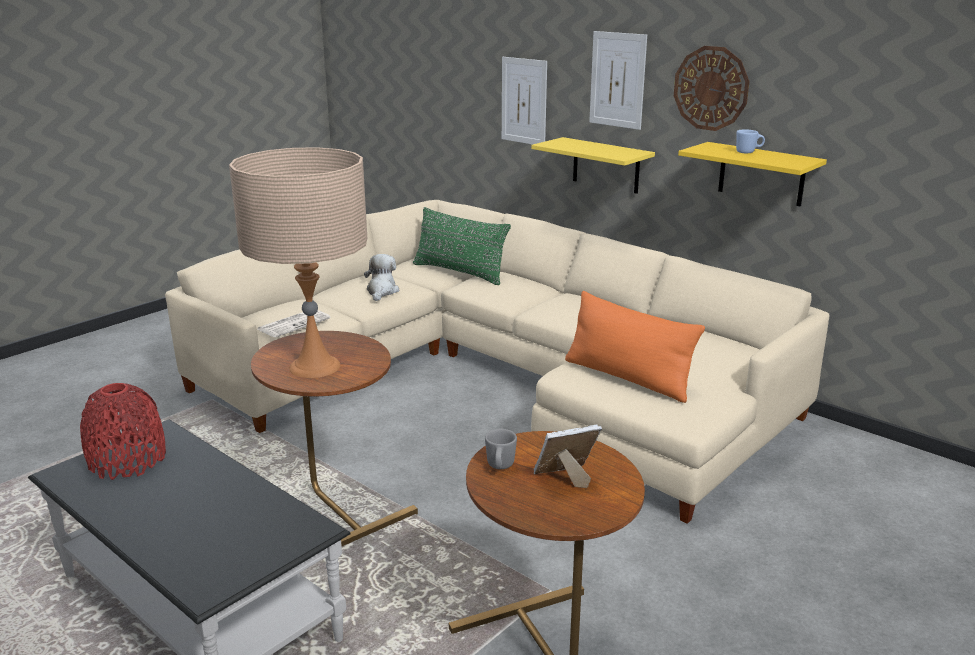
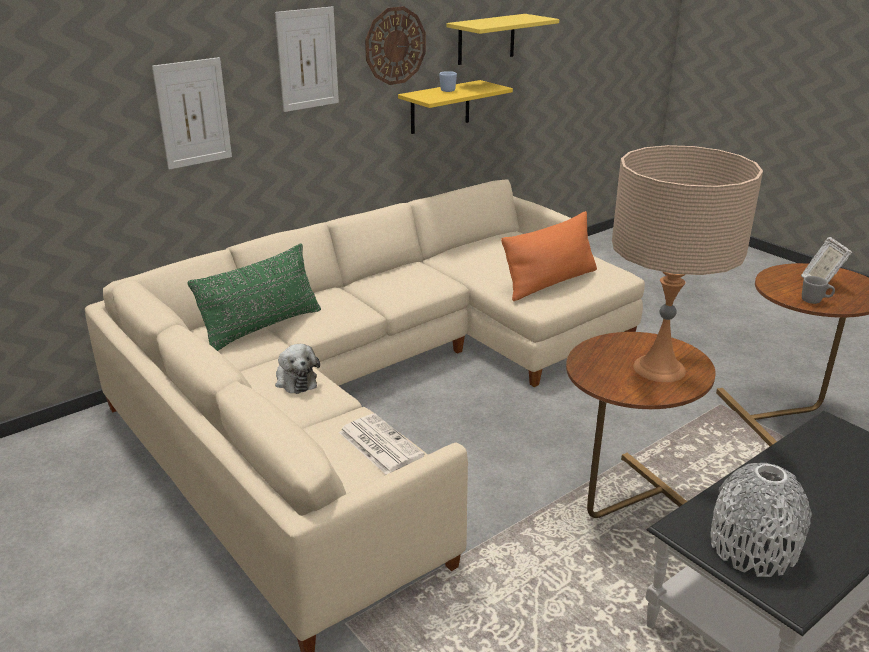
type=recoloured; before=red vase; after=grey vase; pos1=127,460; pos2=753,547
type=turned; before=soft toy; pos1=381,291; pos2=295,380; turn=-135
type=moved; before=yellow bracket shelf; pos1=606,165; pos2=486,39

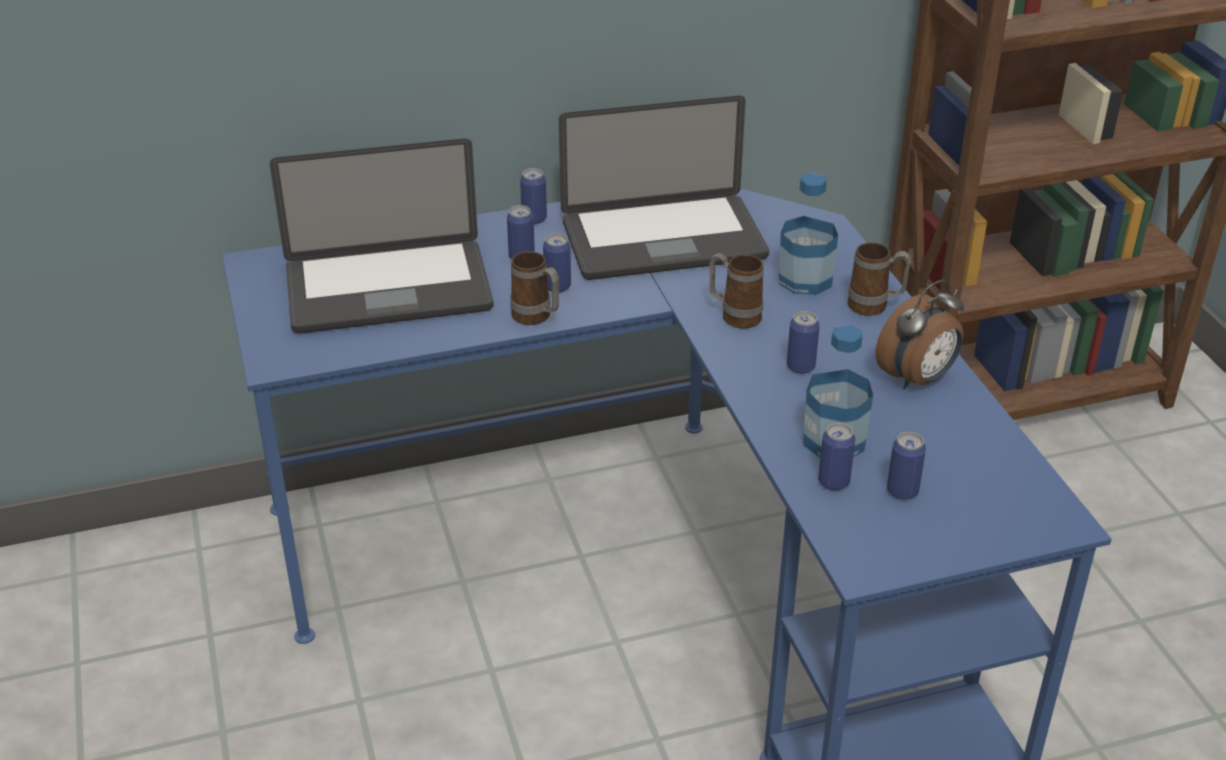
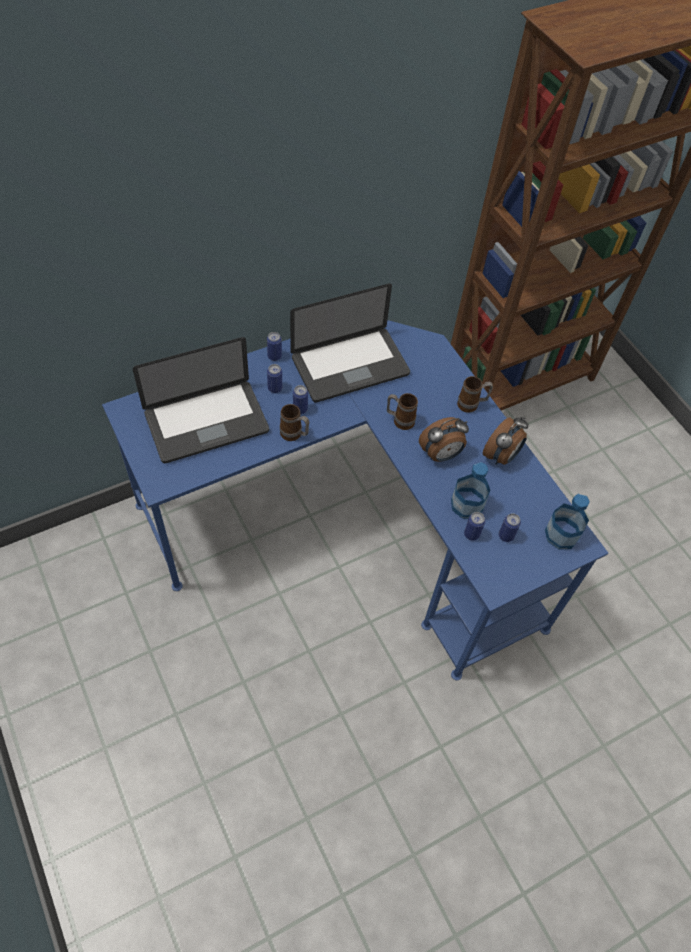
type=moved; before=bottle; pos1=805,279; pos2=561,535
type=replaced; before=can; after=alarm clock; pos1=800,367; pos2=441,454

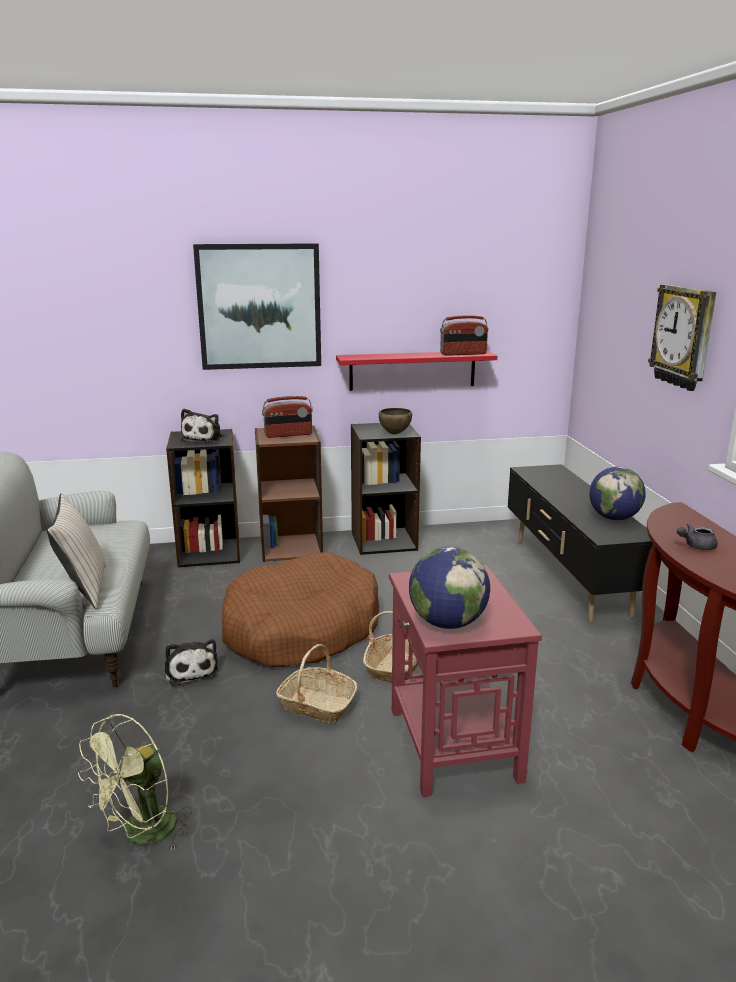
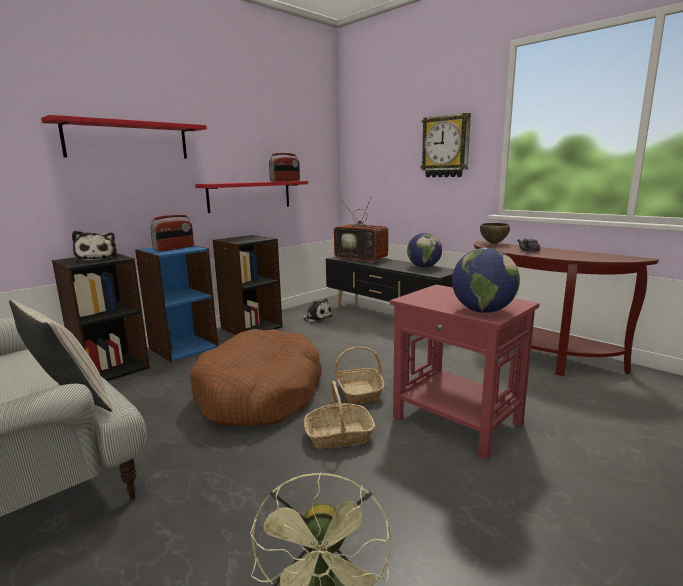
type=moved; before=soft toy; pos1=191,670; pos2=316,318
type=replaced; before=wall picture; after=red bracket shelf; pos1=259,307; pos2=128,140
type=recoloured; before=brown bookcase; after=bluish bookcase; pos1=291,547; pos2=183,347
type=moved; before=brown bowl; pos1=395,434; pos2=494,243
type=added; after=television; pos2=363,259

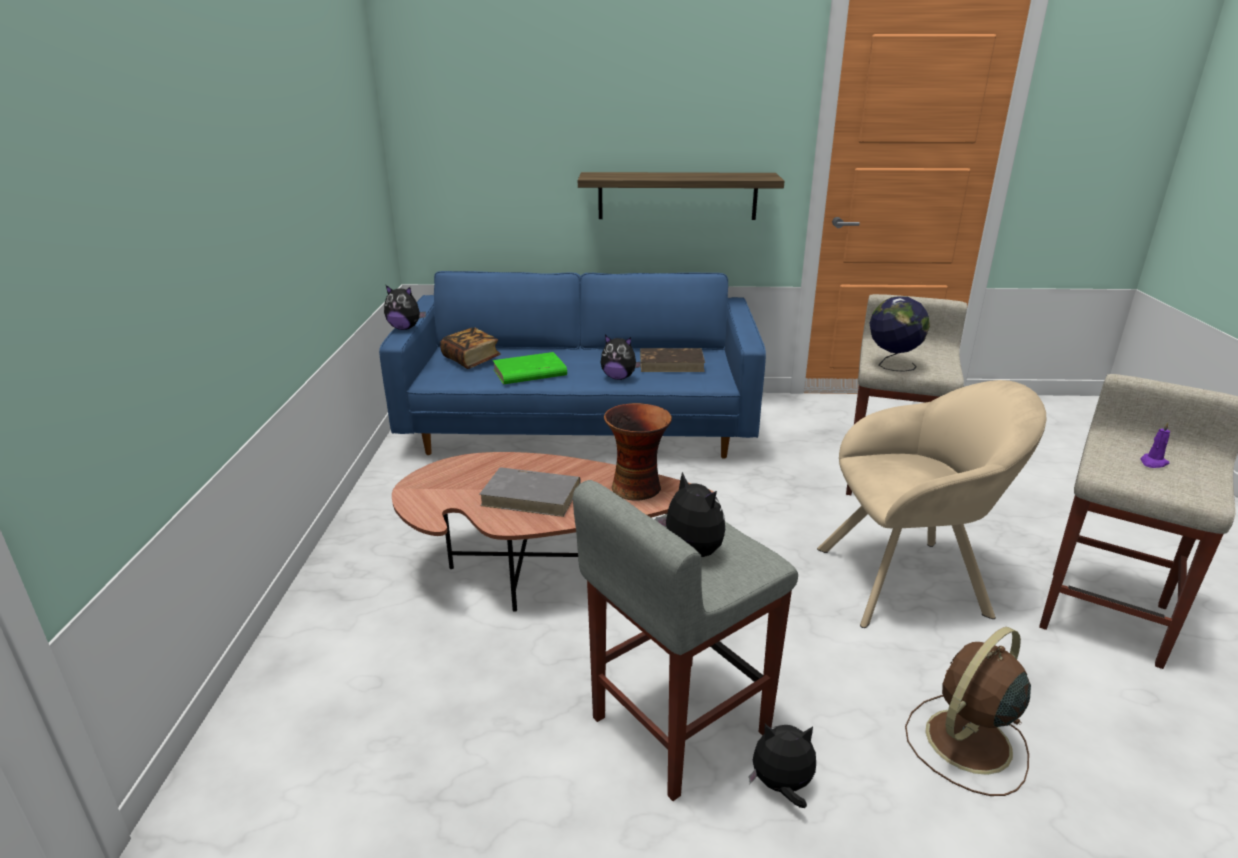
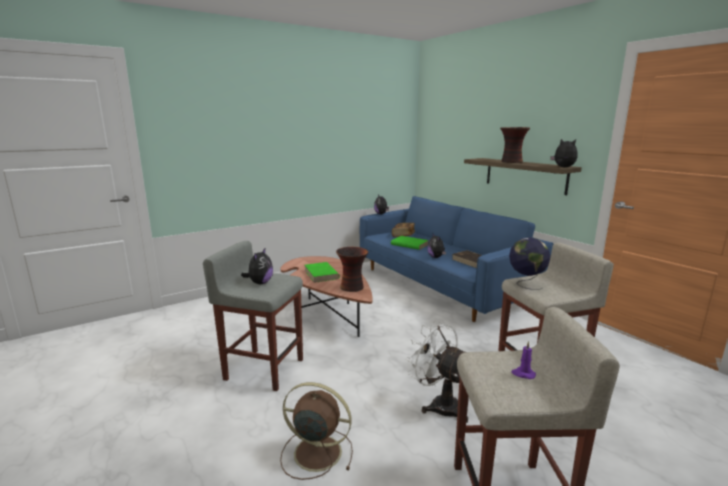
type=recoloured; before=grey book; after=green-coloured book; pos1=532,495; pos2=321,274
type=moved; before=soft toy; pos1=781,787; pos2=563,167
type=replaced; before=beige lounge chair; after=whitish fan; pos1=910,580; pos2=439,404
type=added; after=vase; pos2=511,162

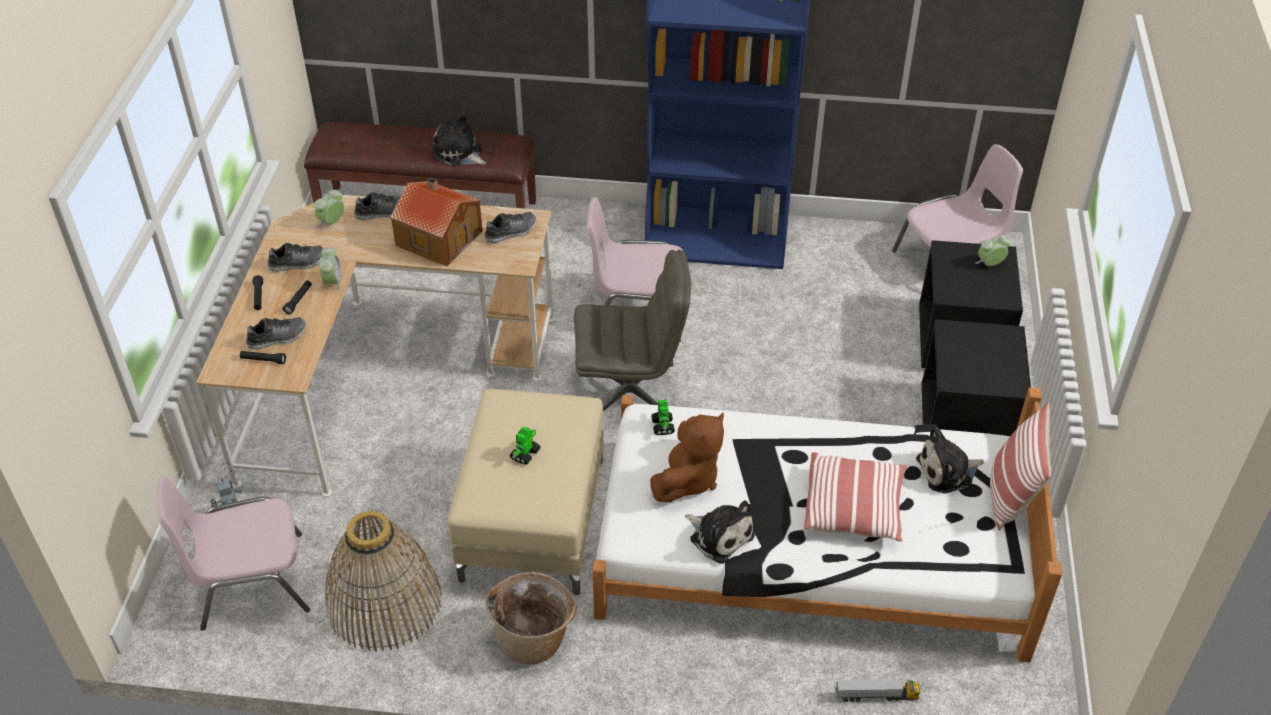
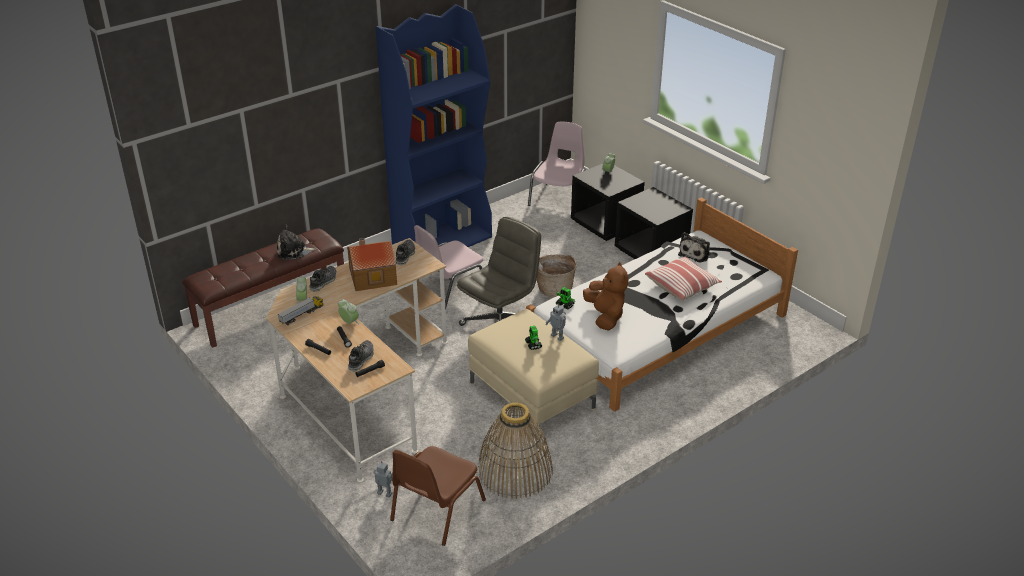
type=recoloured; before=pinkish upright chair; after=brown upright chair; pos1=250,582; pos2=436,510
type=removed; before=item of footwear; pos1=297,263
type=moved; before=storage basket; pos1=534,638; pos2=555,289
type=removed; before=soft toy; pos1=719,535
type=moved; before=toy truck; pos1=876,696; pos2=301,315
type=removed; before=pillow; pos1=1010,494
type=added; after=model robot; pos2=558,336

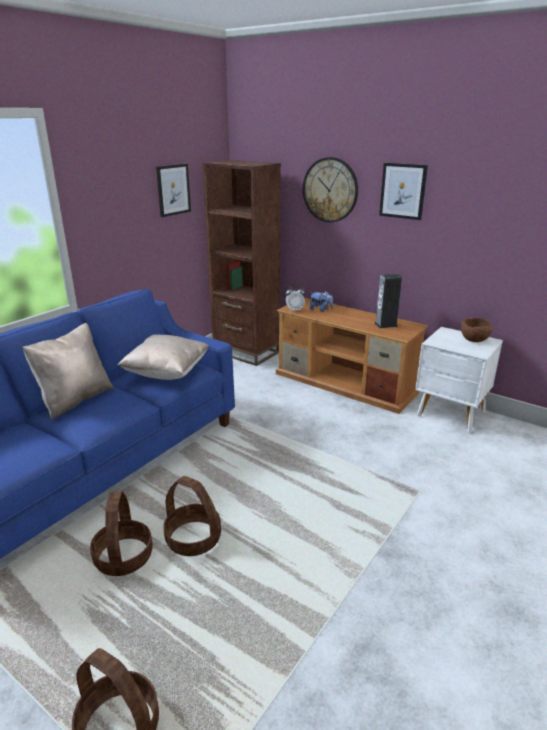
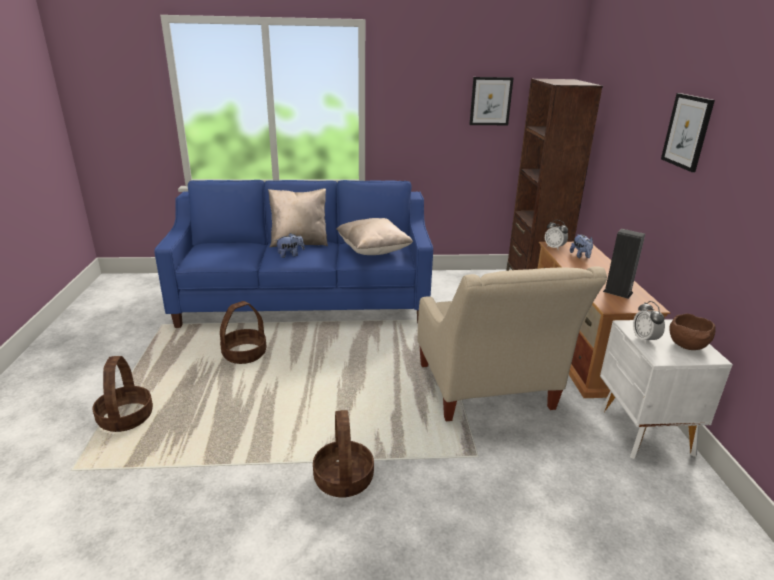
type=moved; before=storage basket; pos1=193,539; pos2=343,478
type=removed; before=hanging clock; pos1=330,190
type=added; after=soft toy; pos2=290,255
type=added; after=beige lounge chair; pos2=488,392
type=added; after=alarm clock; pos2=644,339

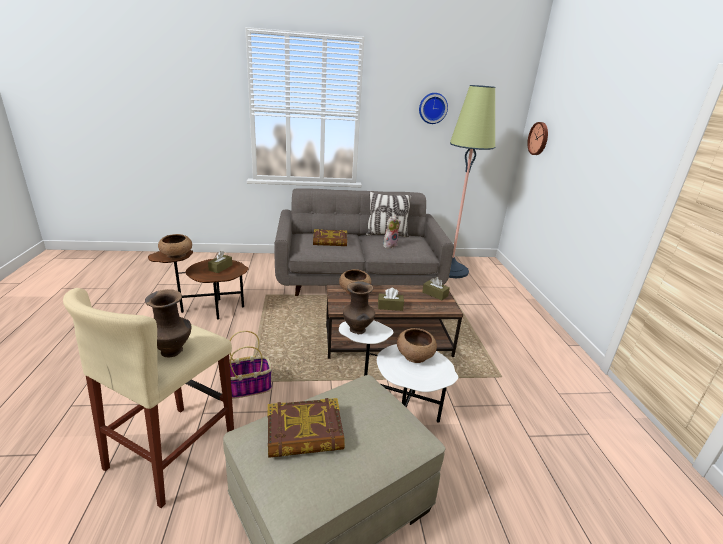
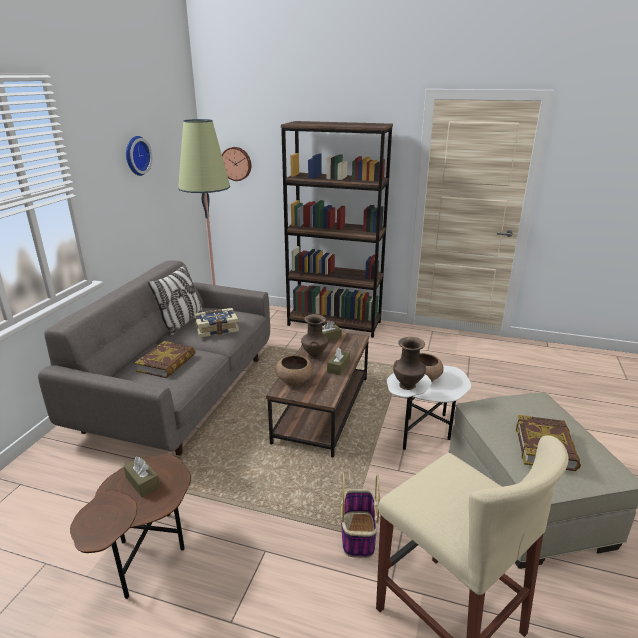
type=moved; before=brown vase; pos1=173,351; pos2=314,355
type=removed; before=brown bowl; pos1=176,255
type=replaced; before=soft toy; after=book; pos1=390,245; pos2=216,328
type=added; after=brown bookcase; pos2=334,323

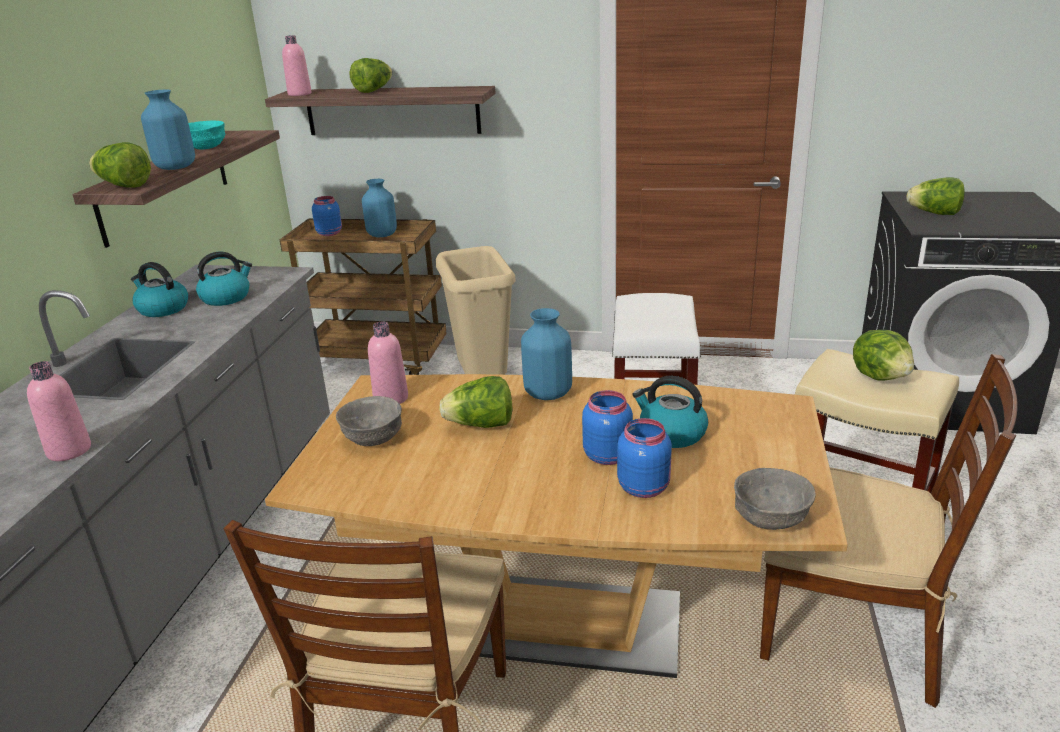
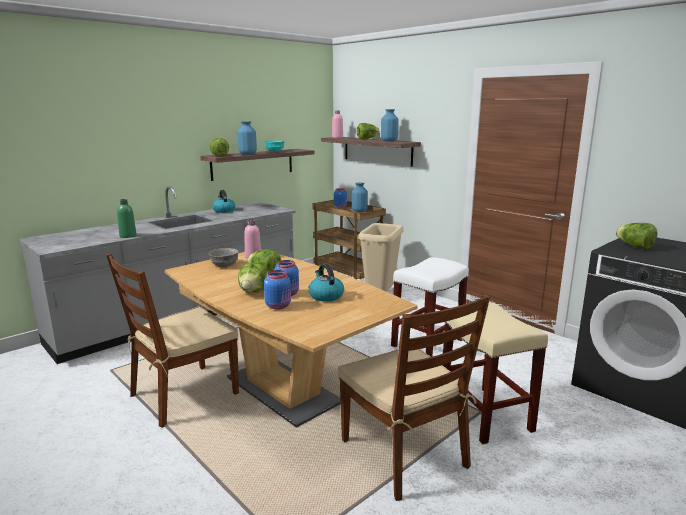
type=recoloured; before=pinkish bottle; after=green-coloured bottle; pos1=69,450; pos2=128,236
type=removed; before=kettle; pos1=226,297
type=moved; before=bluish vase; pos1=548,393; pos2=389,141
type=removed; before=grey bowl; pos1=770,520
type=moved; before=head of lettuce; pos1=881,376; pos2=254,292

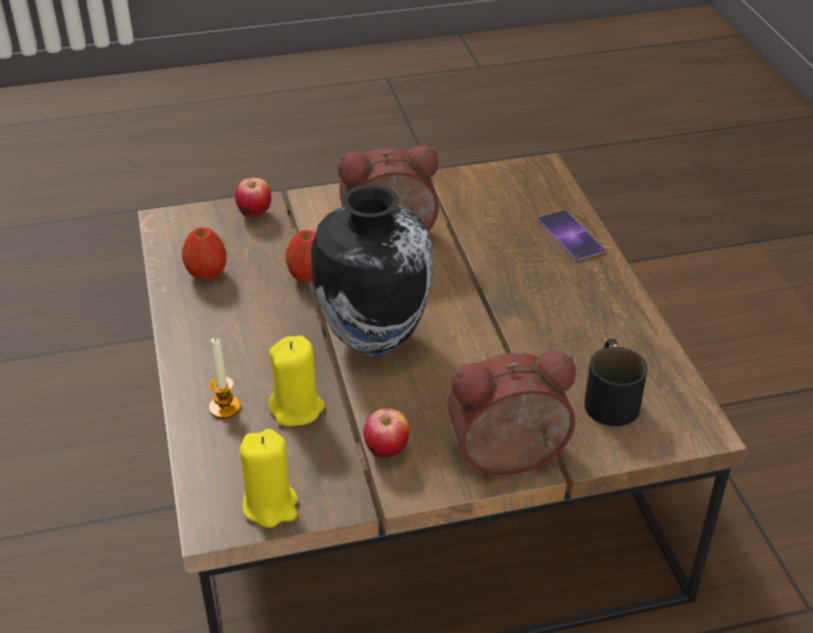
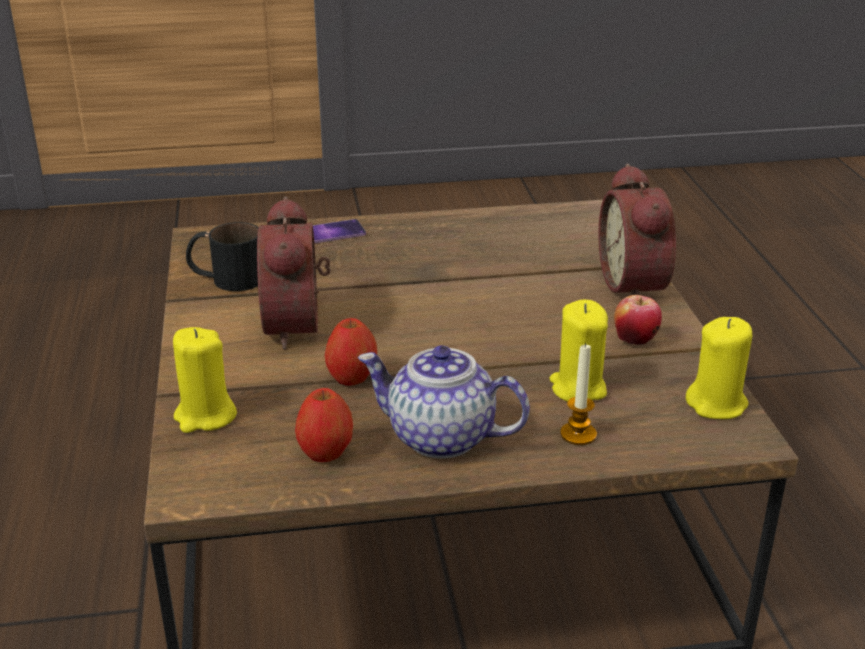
type=replaced; before=whole apple; after=yellow wax candle; pos1=255,214; pos2=205,416
type=removed; before=vase; pos1=374,339
type=moved; before=black-coloured tea mug; pos1=610,396; pos2=226,278
type=added; after=tea pot; pos2=440,437

